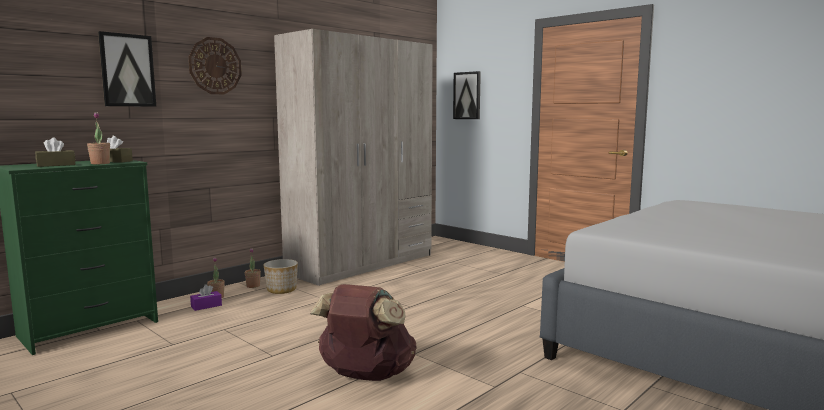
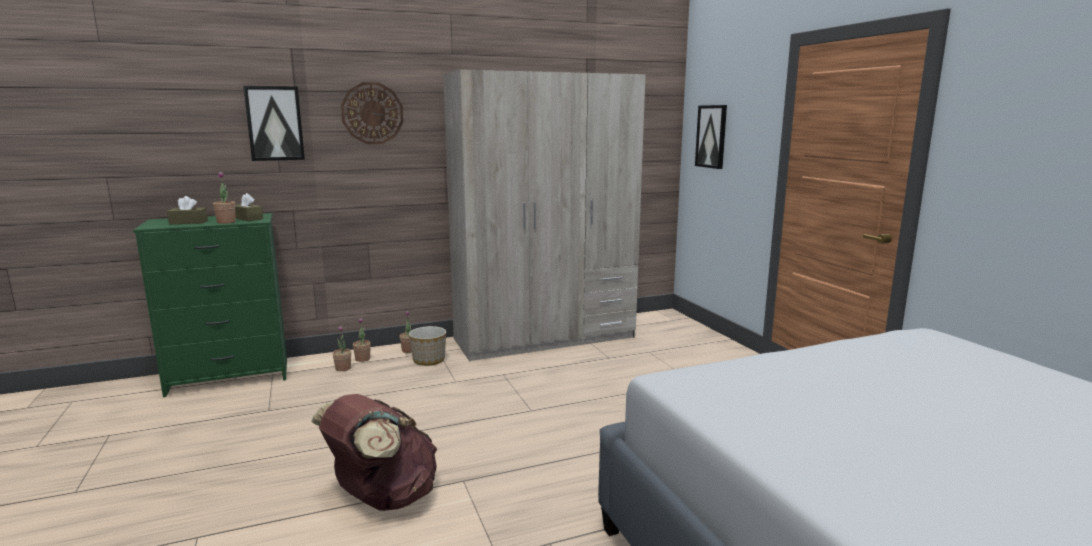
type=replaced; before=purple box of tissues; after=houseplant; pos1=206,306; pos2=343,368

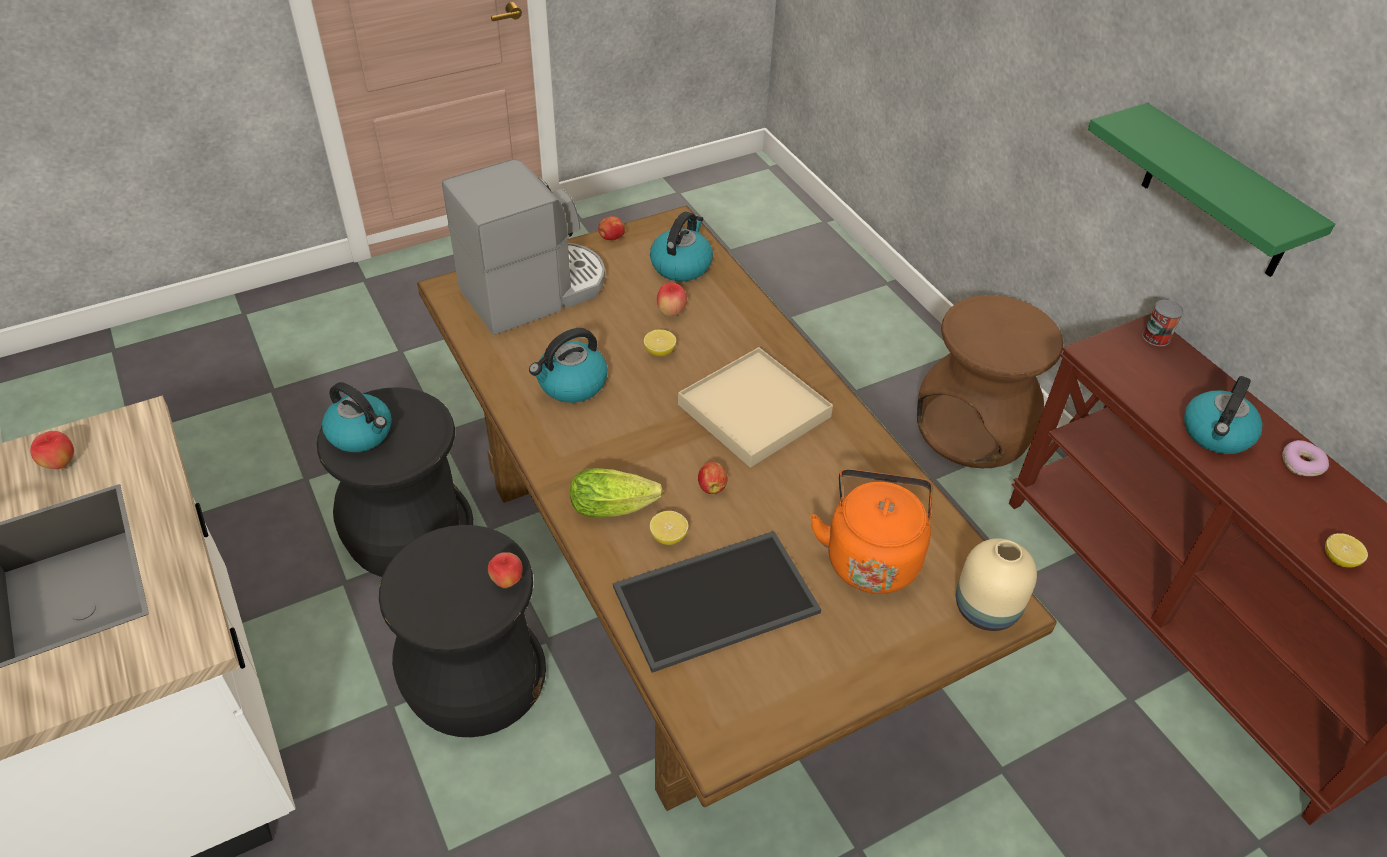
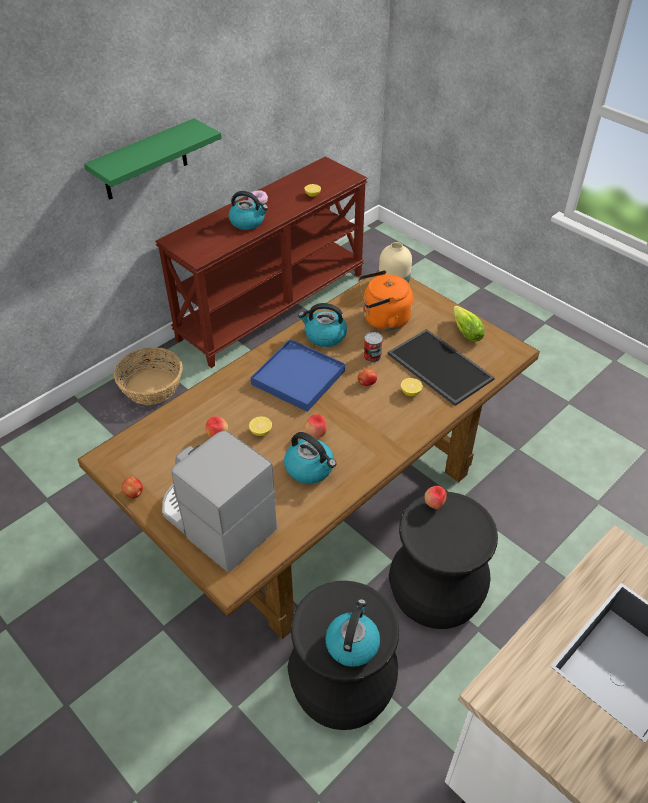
type=moved; before=whole apple; pos1=60,463; pos2=316,434
type=moved; before=head of lettuce; pos1=617,506; pos2=465,331
type=moved; before=kettle; pos1=681,265; pos2=324,336
type=recoloured; before=beige carrying tray; after=bluish carrying tray; pos1=753,410; pos2=298,378
type=replaced; before=brown stool; after=storage basket; pos1=974,429; pos2=151,386
type=moved; before=can; pos1=1156,337; pos2=372,356

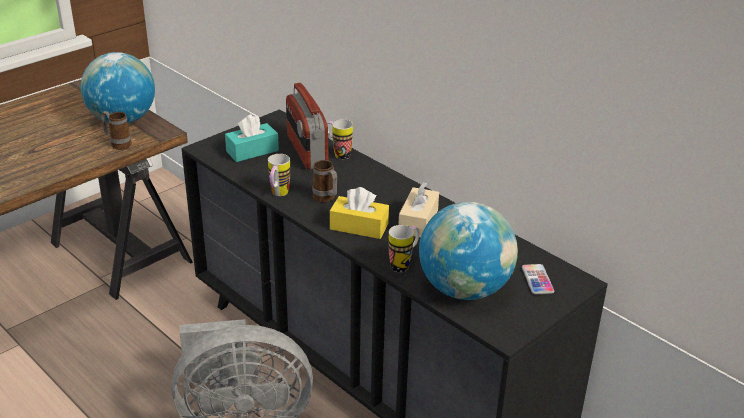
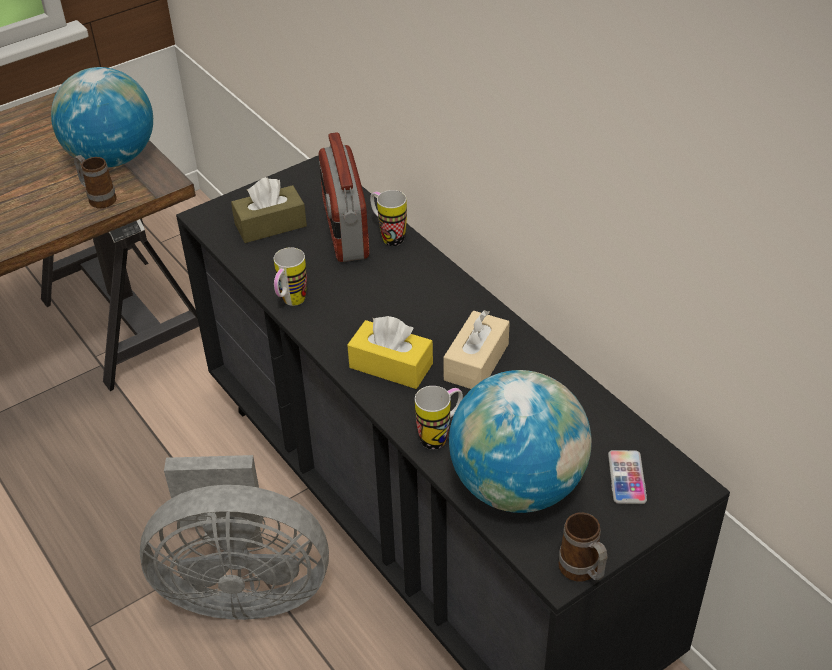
type=recoloured; before=turquoise box of tissues; after=brown box of tissues; pos1=252,151; pos2=270,225
type=moved; before=tea mug; pos1=326,199; pos2=582,573

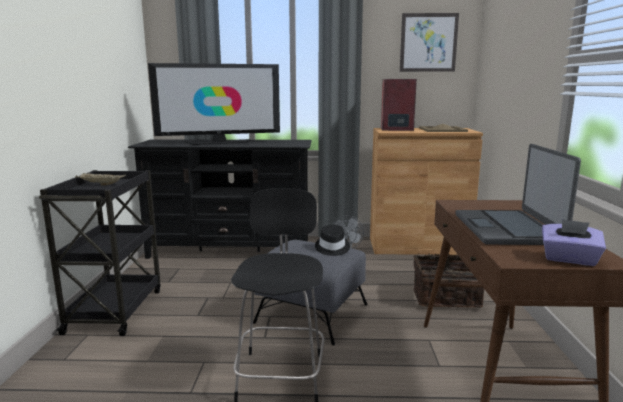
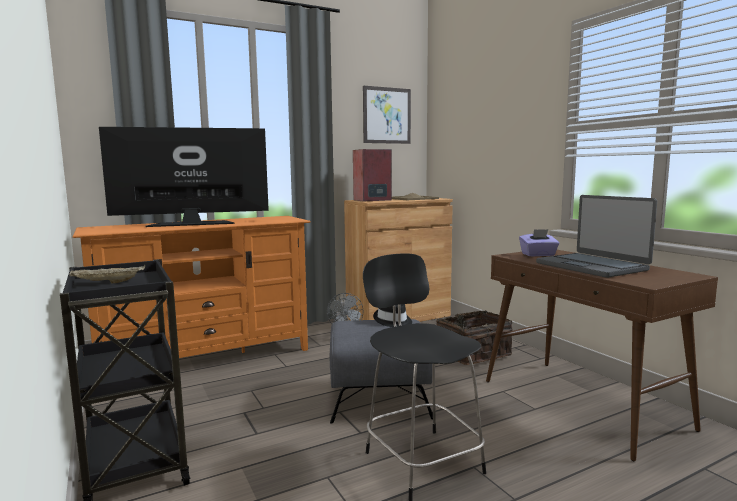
type=recoloured; before=black-coloured tv stand; after=orangey tv stand; pos1=230,250; pos2=207,358
type=turned; before=television; pos1=219,142; pos2=191,224; turn=-150
type=moved; before=purple box of tissues; pos1=569,259; pos2=538,255

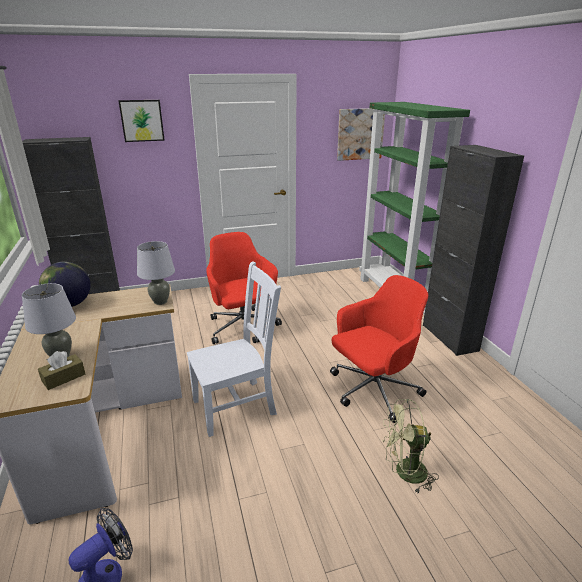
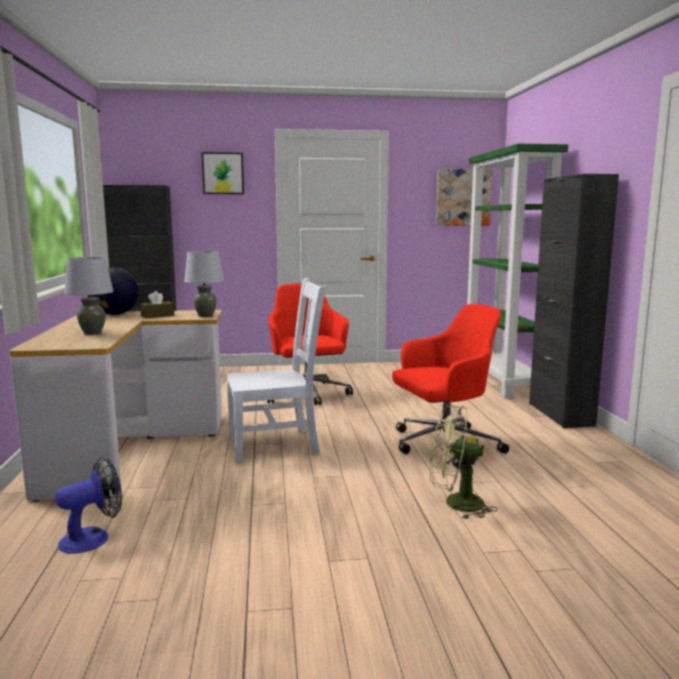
type=moved; before=brown box of tissues; pos1=63,378; pos2=157,316

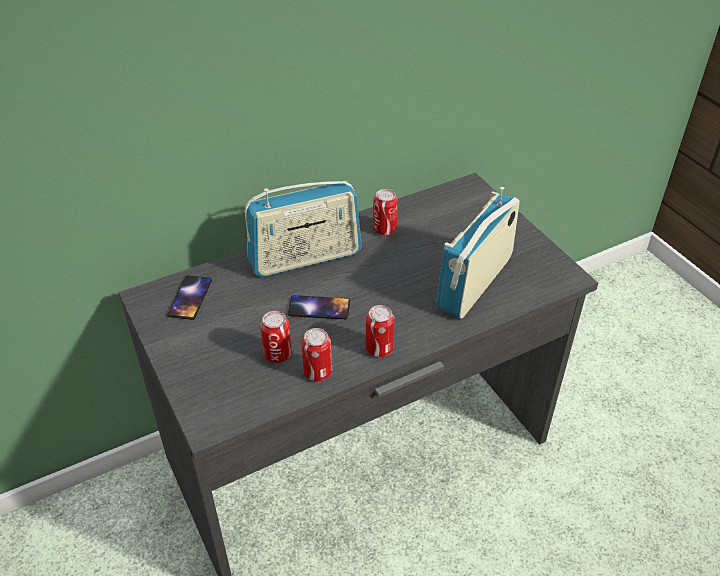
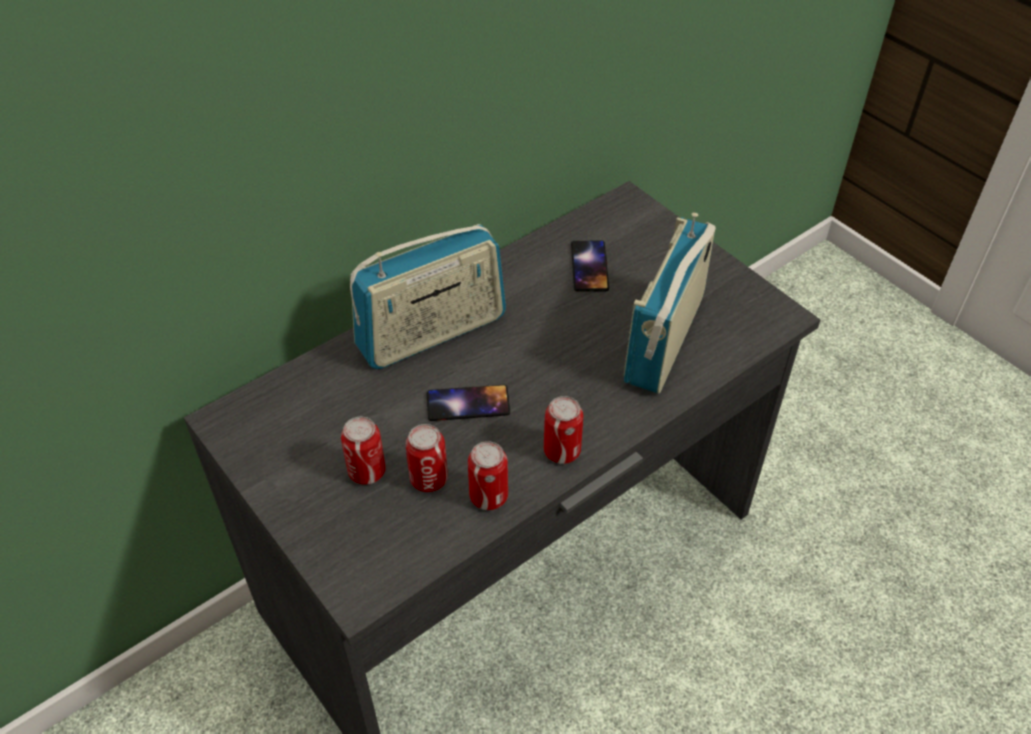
type=moved; before=handset; pos1=190,298; pos2=589,266
type=moved; before=can; pos1=384,229; pos2=367,471

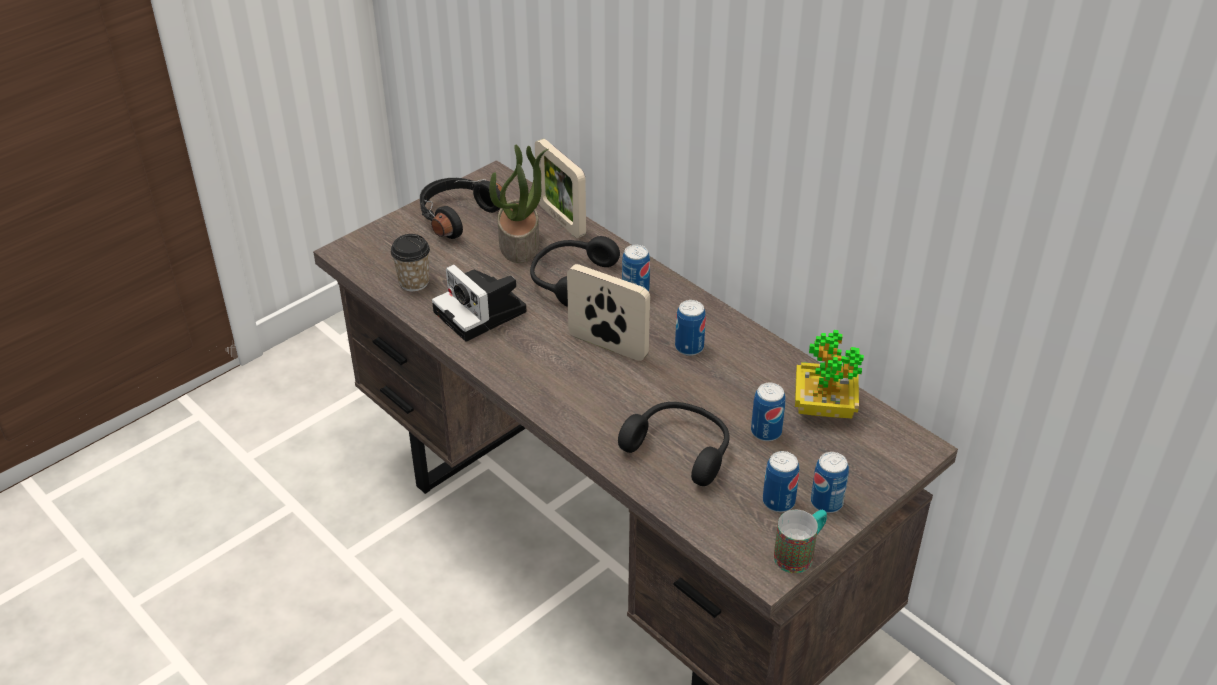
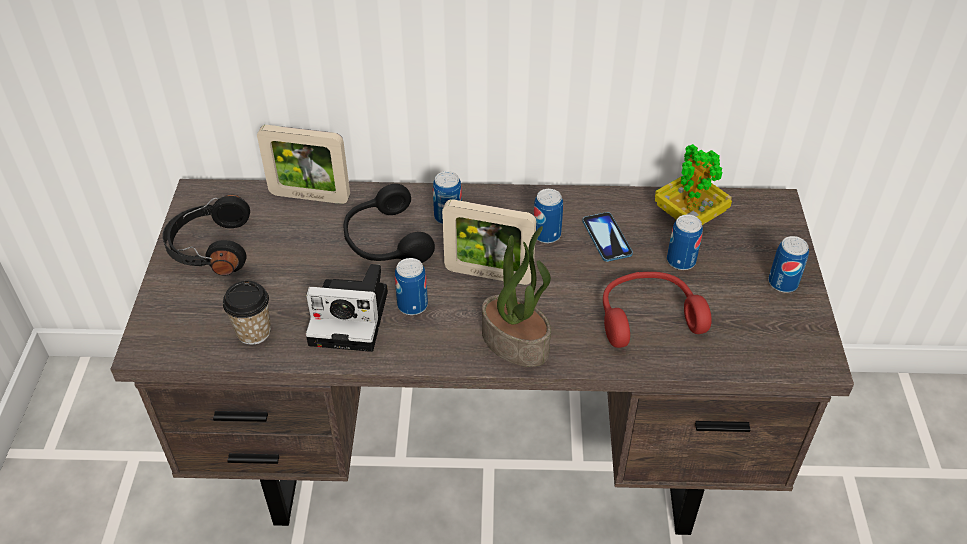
type=moved; before=houseplant; pos1=520,244; pos2=516,342
type=turned; before=standing frame; pos1=608,346; pos2=488,274; turn=-150
type=recoloured; before=black-coloured headset; after=red headset; pos1=680,449; pos2=647,316
type=moved; before=can; pos1=778,501; pos2=412,305
type=removed; before=tea mug; pos1=799,553
type=added; after=handset; pos2=606,238

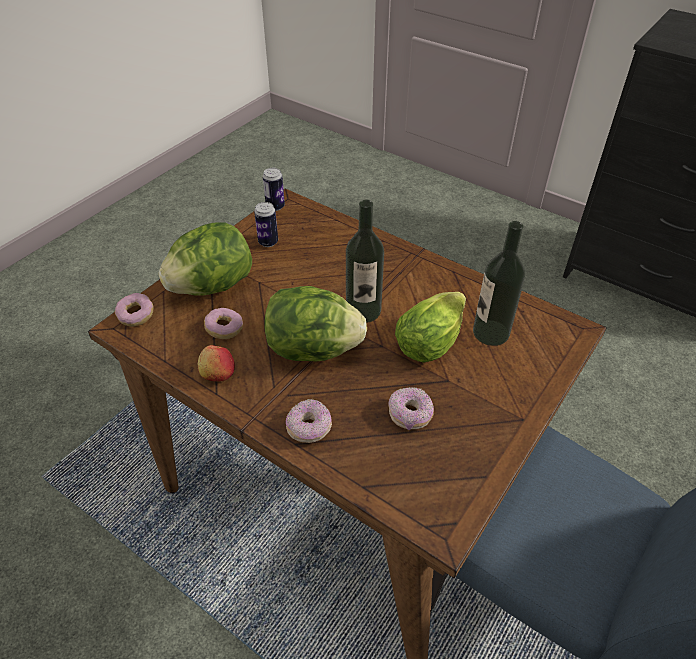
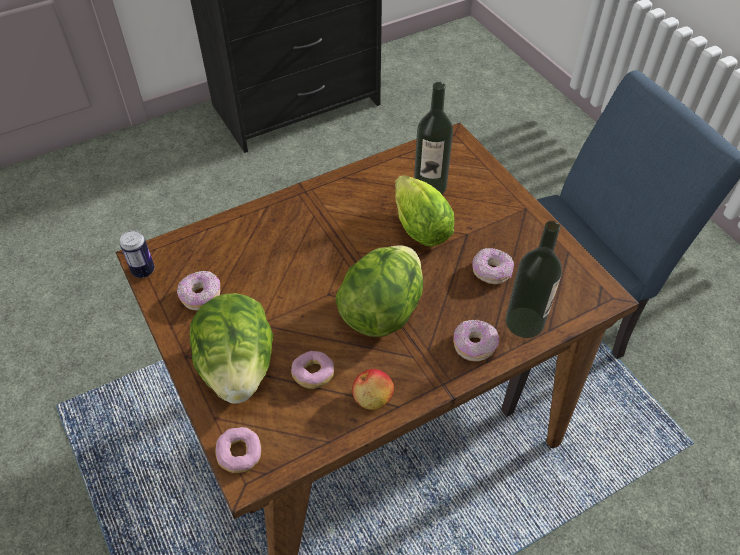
type=replaced; before=can; after=donut; pos1=268,242; pos2=201,296
type=moved; before=bottle; pos1=363,310; pos2=524,322

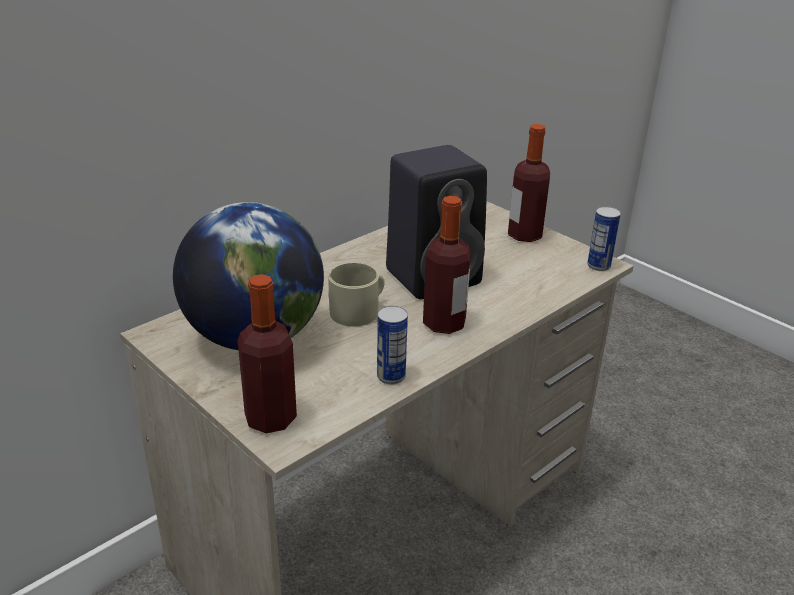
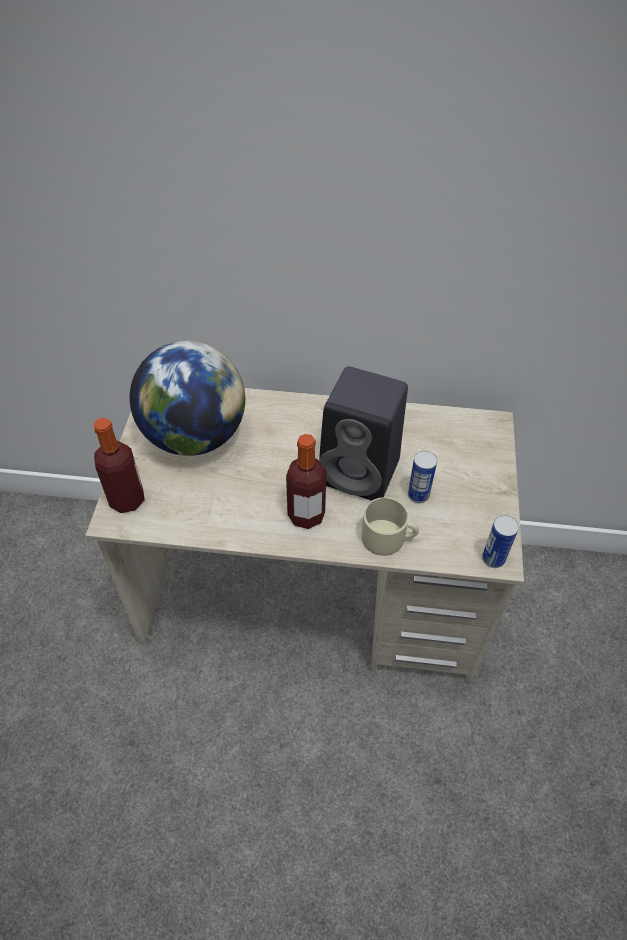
type=moved; before=beige tea mug; pos1=359,310; pos2=388,538
type=moved; before=can; pos1=391,376; pos2=418,495
type=removed; before=bottle; pos1=524,235

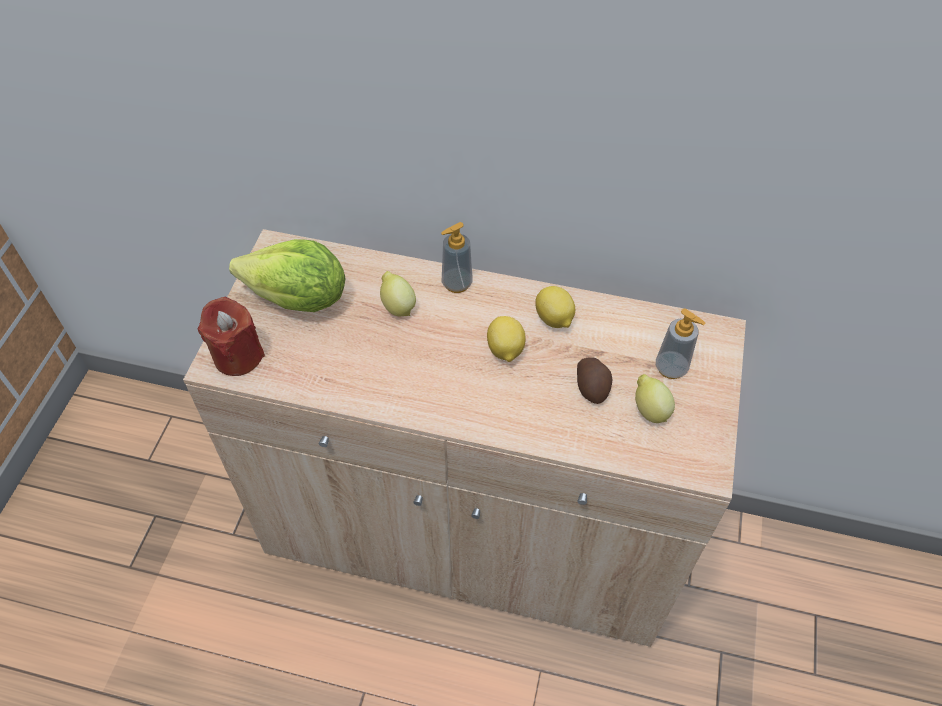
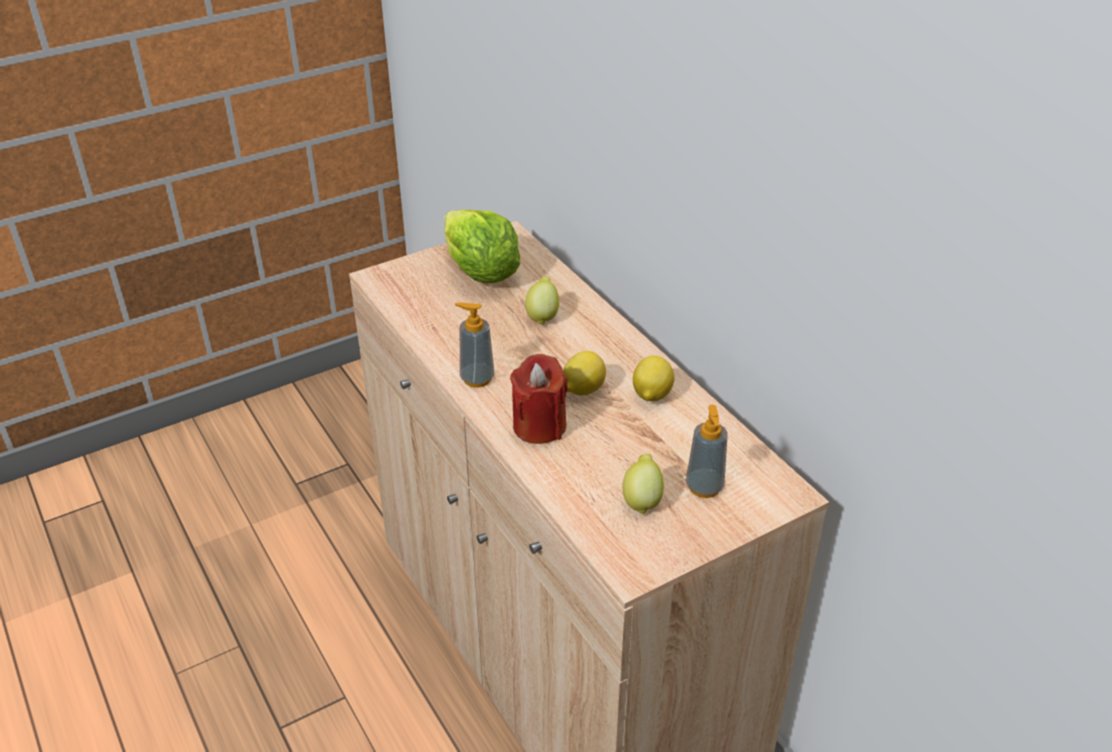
type=moved; before=red wax candle; pos1=238,356; pos2=539,426
type=moved; before=soap bottle; pos1=456,283; pos2=477,378
type=removed; before=spud; pos1=592,386

